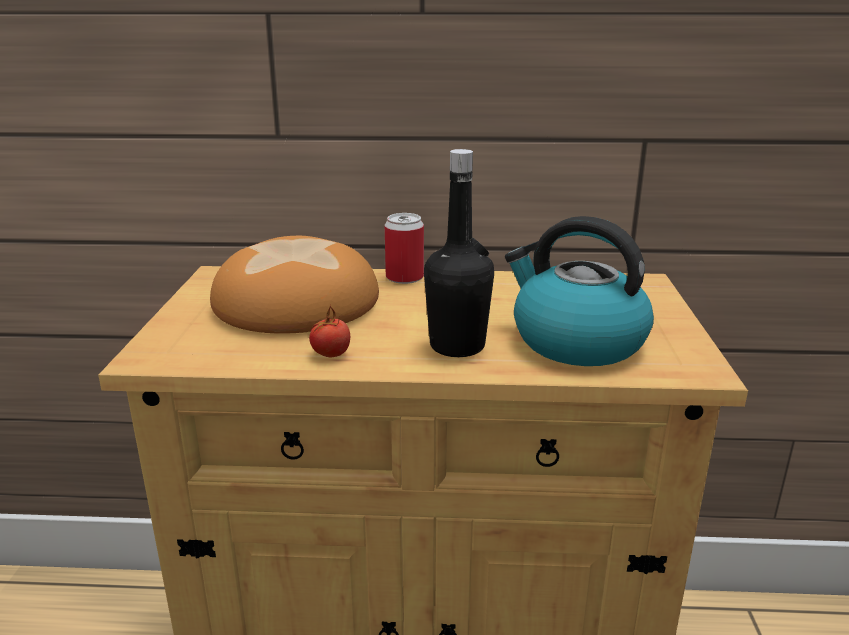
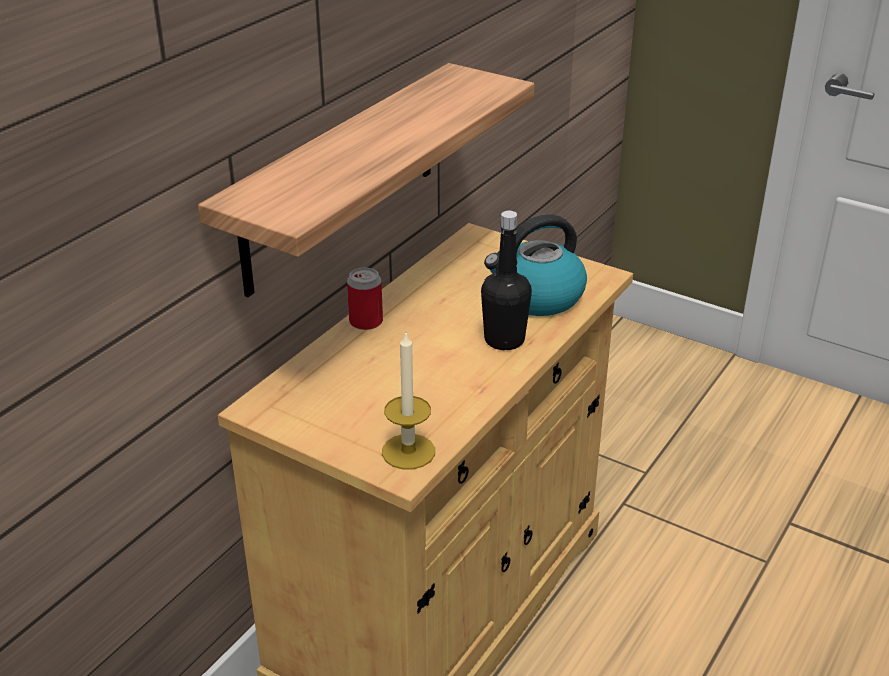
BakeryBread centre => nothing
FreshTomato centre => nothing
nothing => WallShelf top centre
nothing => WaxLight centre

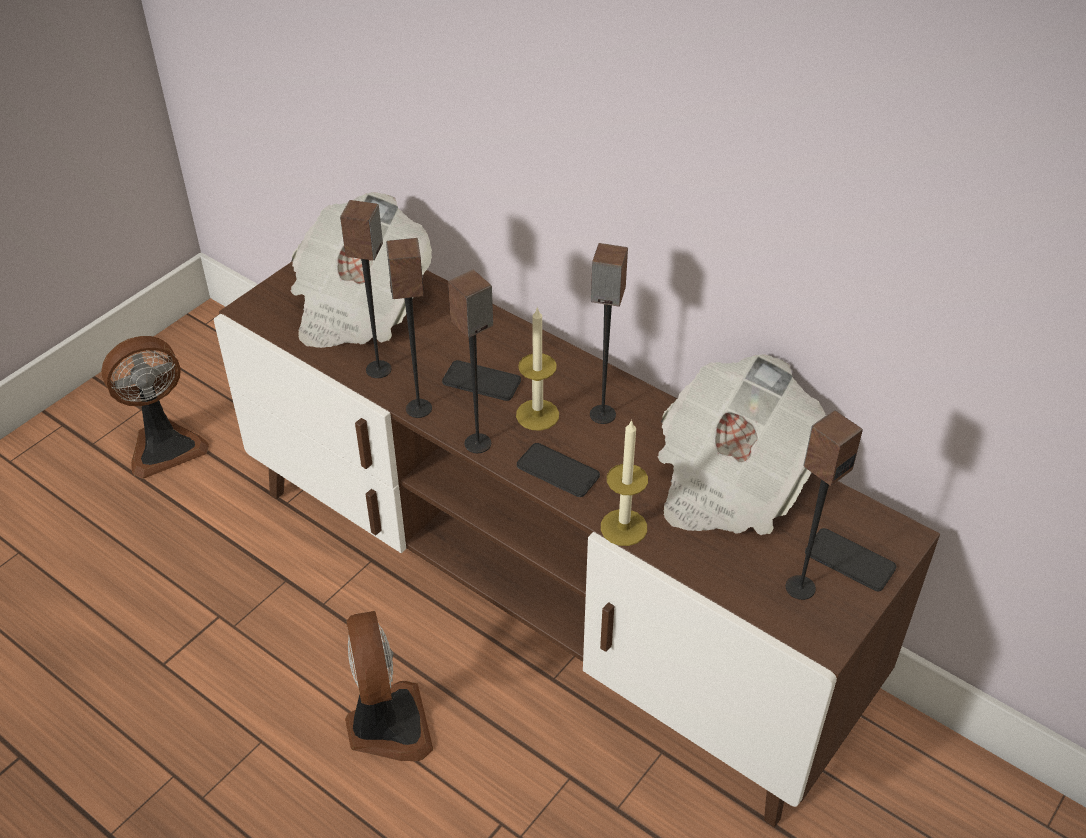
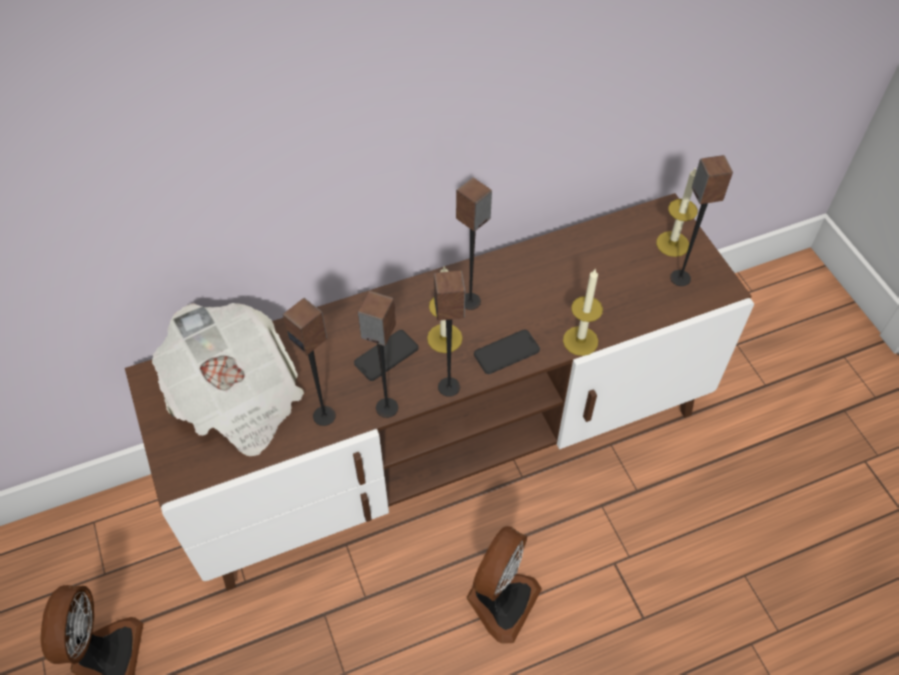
PrintedPaper (2nd from left) middle right => nothing
Phone (3rd from left) bottom right => WaxLight (3rd from left) top right
CoolingFan (2nd from left) bottom centre, 105 degrees clockwise

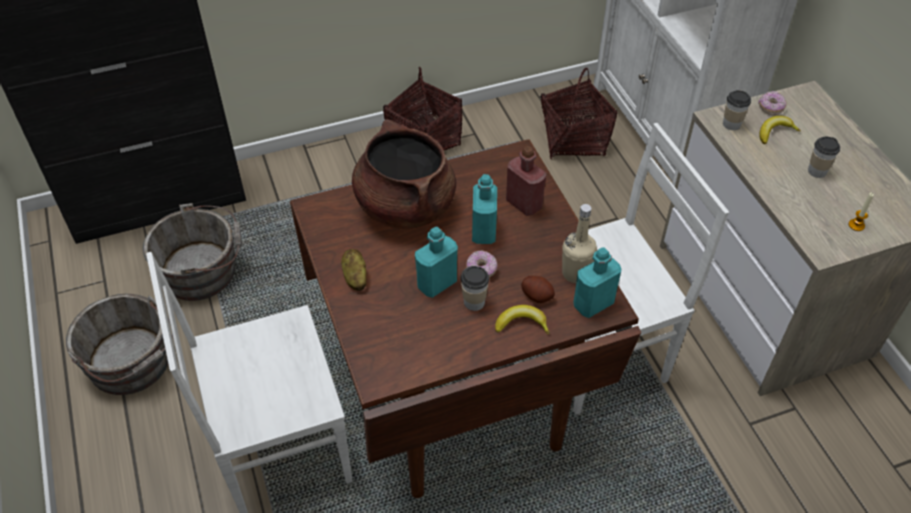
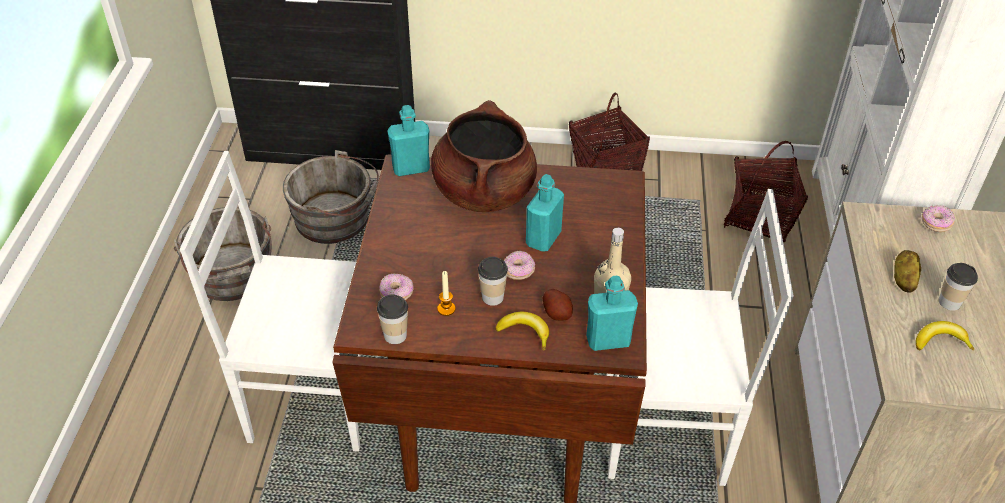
ReddishBeverageBottle centre => nothing
nothing => Donut (1st from left) centre
Spud (1st from left in the first image) centre => Spud (2nd from left) middle right, move
BlueGreenBeverageBottle (1st from left) centre => BlueGreenBeverageBottle (1st from left) top centre, move
Cup (2nd from left in the first image) top right => Cup (1st from left) centre, move
BananaFruit (2nd from left) top right => BananaFruit (2nd from left) bottom right, move
WaxLight middle right => WaxLight centre, move

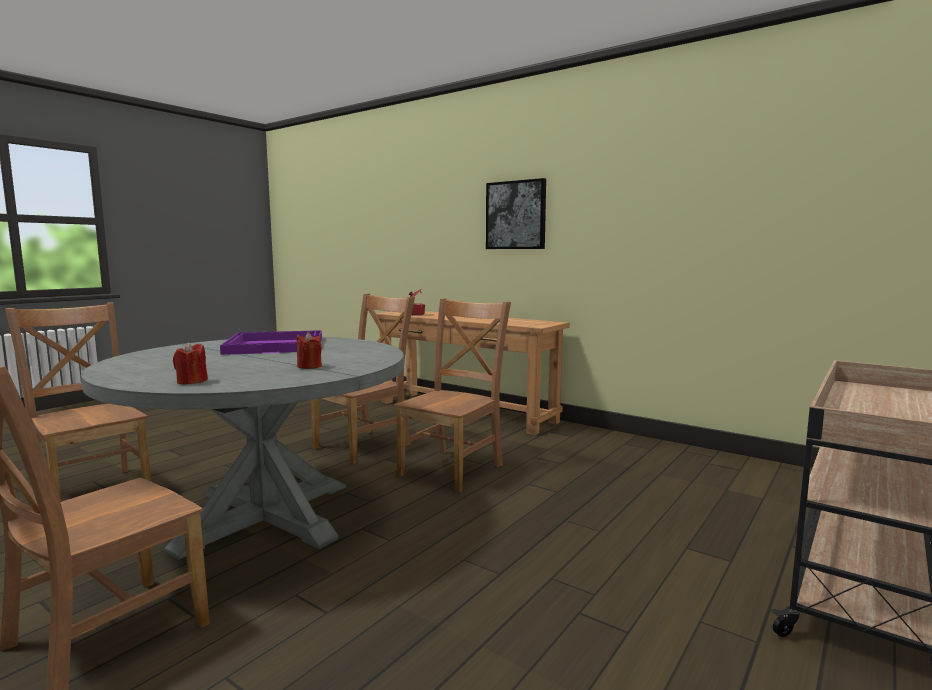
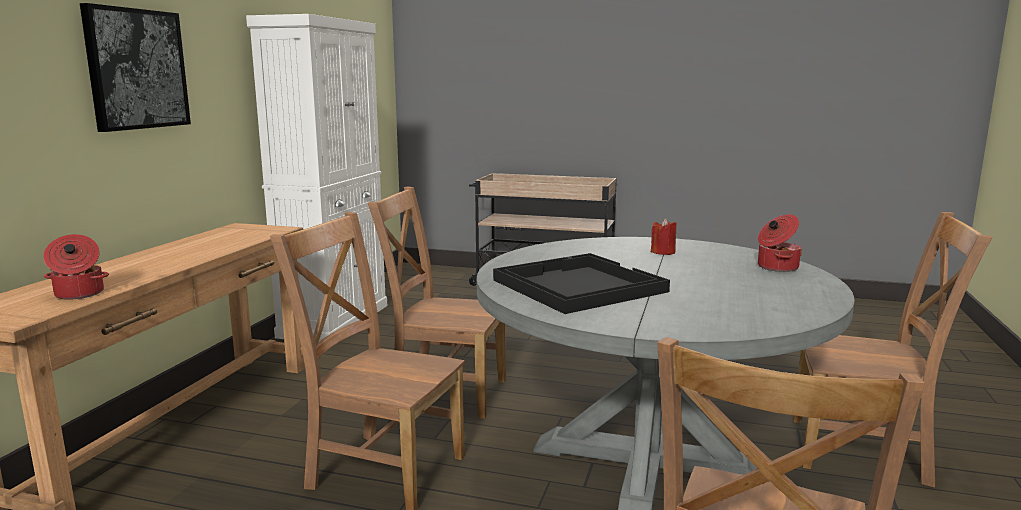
nothing => WhiteColouredCabinet middle left
ReddishWaxLight (1st from left) middle left => Saucepot (2nd from left) middle right
PurpleColouredCarryingTray middle left => BlackishCarryingTray centre

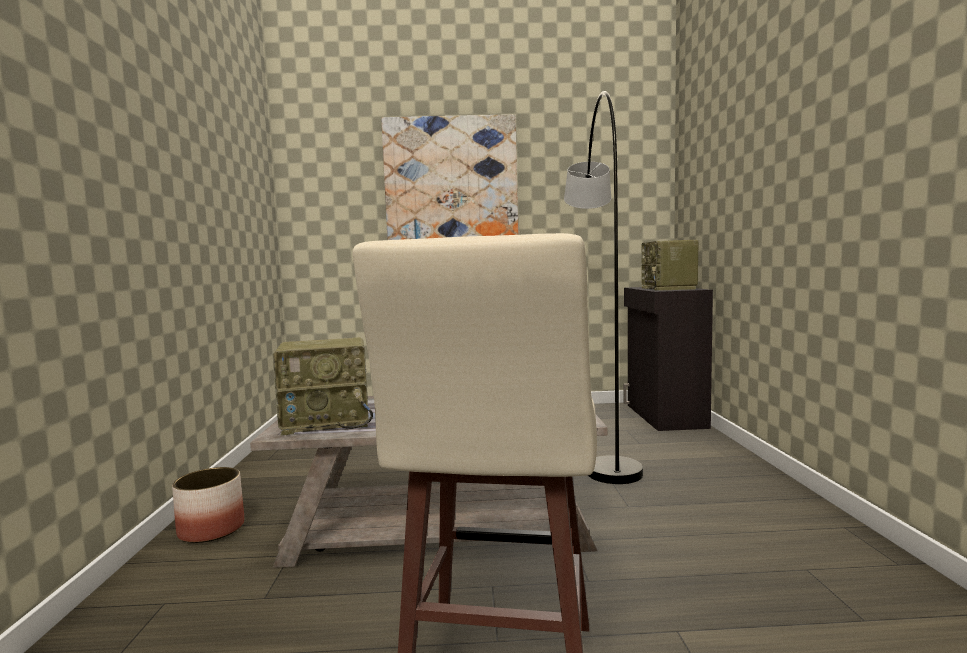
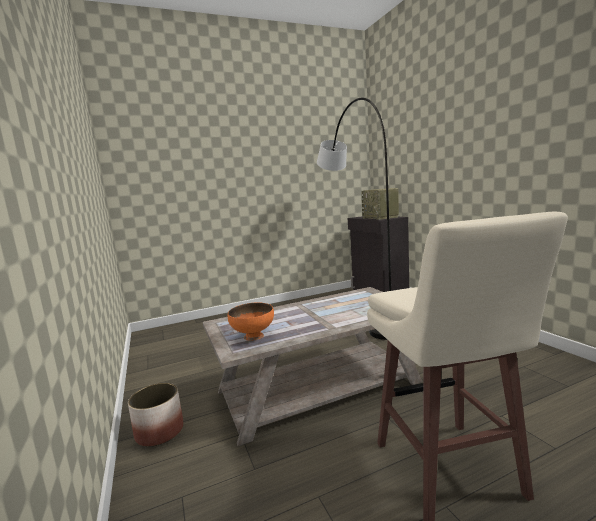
WallPicture top centre => nothing
RadioReceiver (1st from left) centre => OrangeyBowl centre

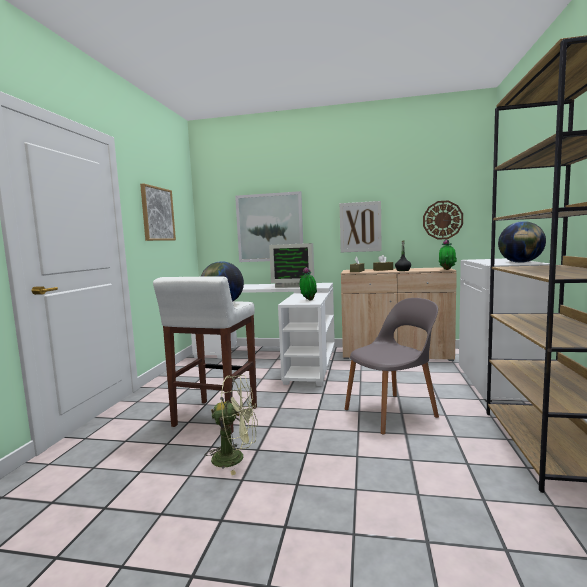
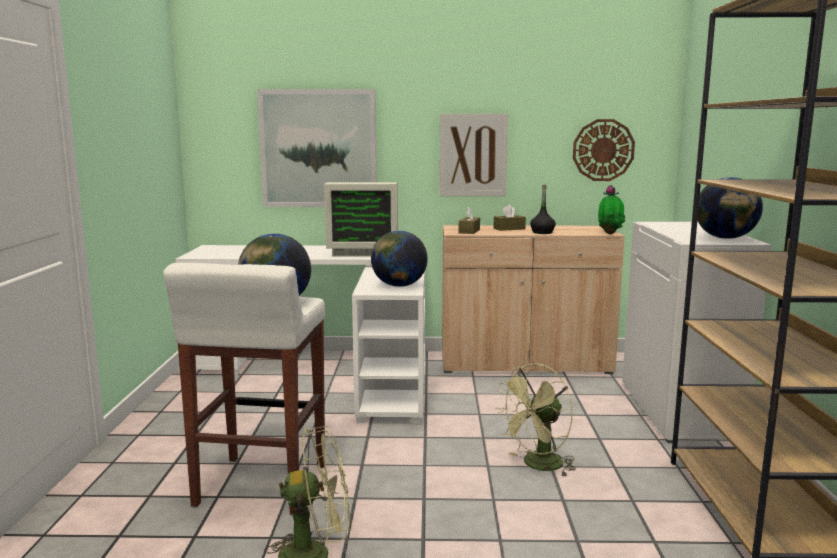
WallPicture (1st from left) middle left => nothing
PlantInAPot (1st from left) centre => Globe (2nd from left) centre
GreyChair middle right => GreenCoolingFan (2nd from left) bottom centre

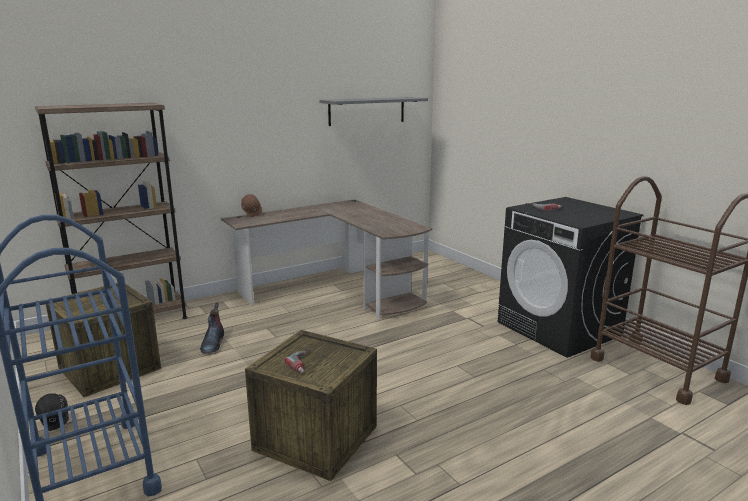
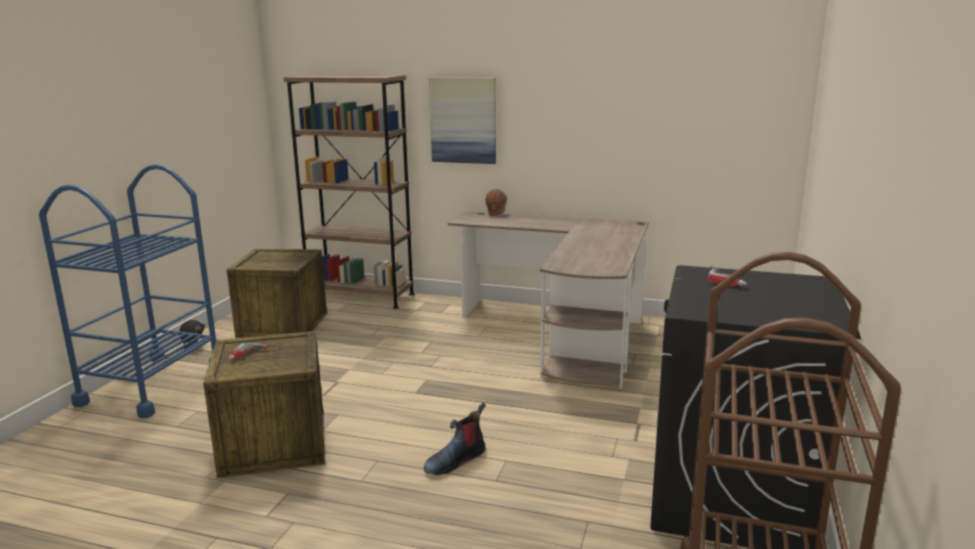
GreyWallShelf top centre => nothing
nothing => WallPicture top centre
Boot middle left => Boot bottom centre, move

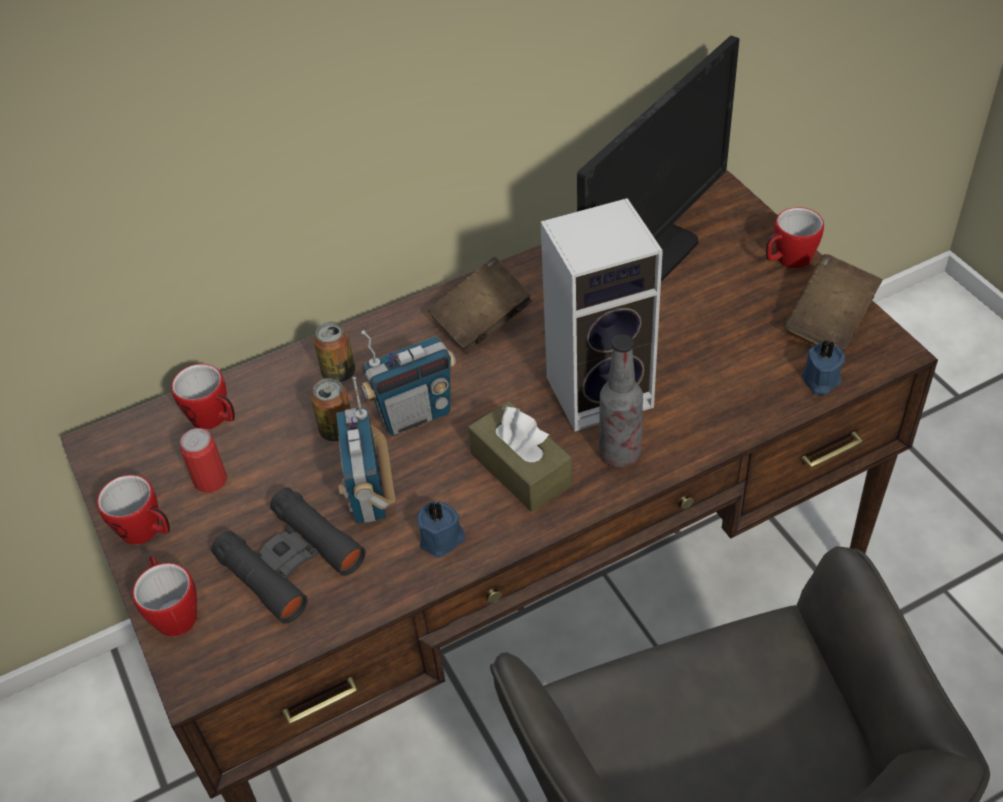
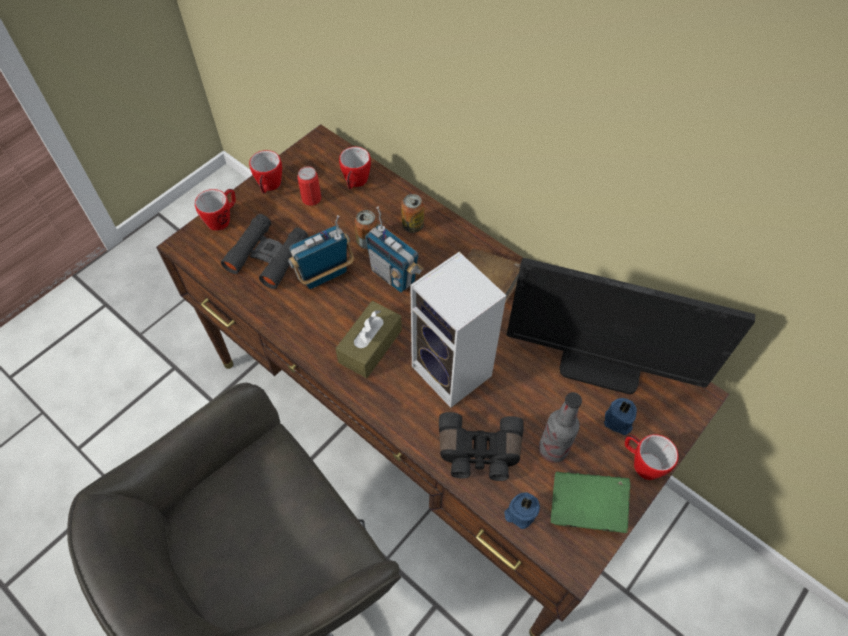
nothing => BlackishFieldGlasses (2nd from left) bottom centre
BlueColouredWaxLight (1st from left in the first image) centre => BlueColouredWaxLight (2nd from left) middle right, move
BeverageBottle centre => BeverageBottle bottom centre, move
BrownColouredVolume (2nd from left) middle right => GreenVolume bottom right

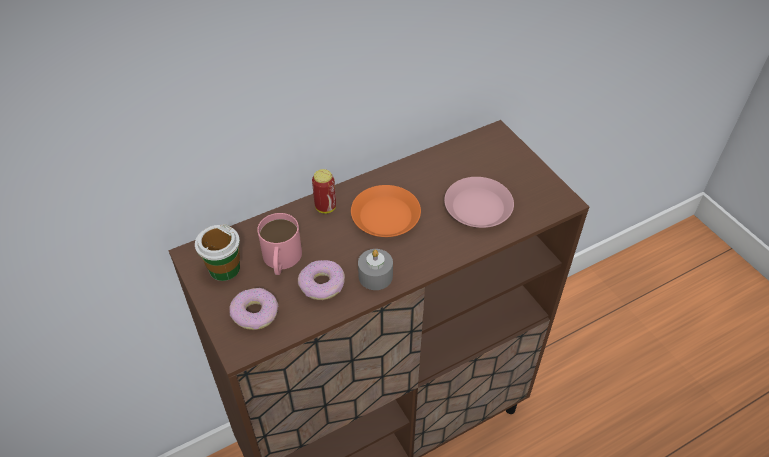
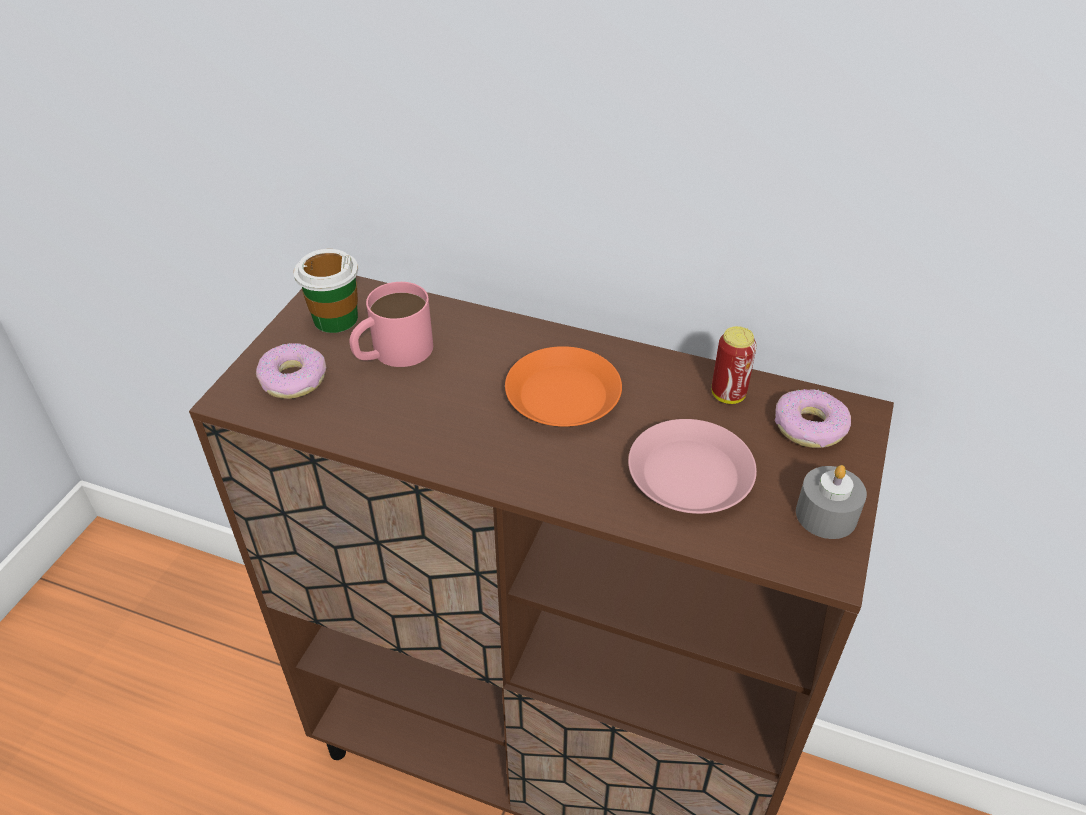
Donut (2nd from left) centre => Donut (2nd from left) middle right, move
MetalCan centre => MetalCan middle right, move
GreyWaxLight centre => GreyWaxLight middle right, move

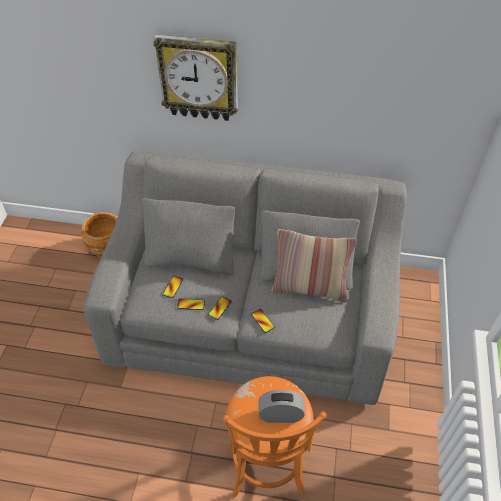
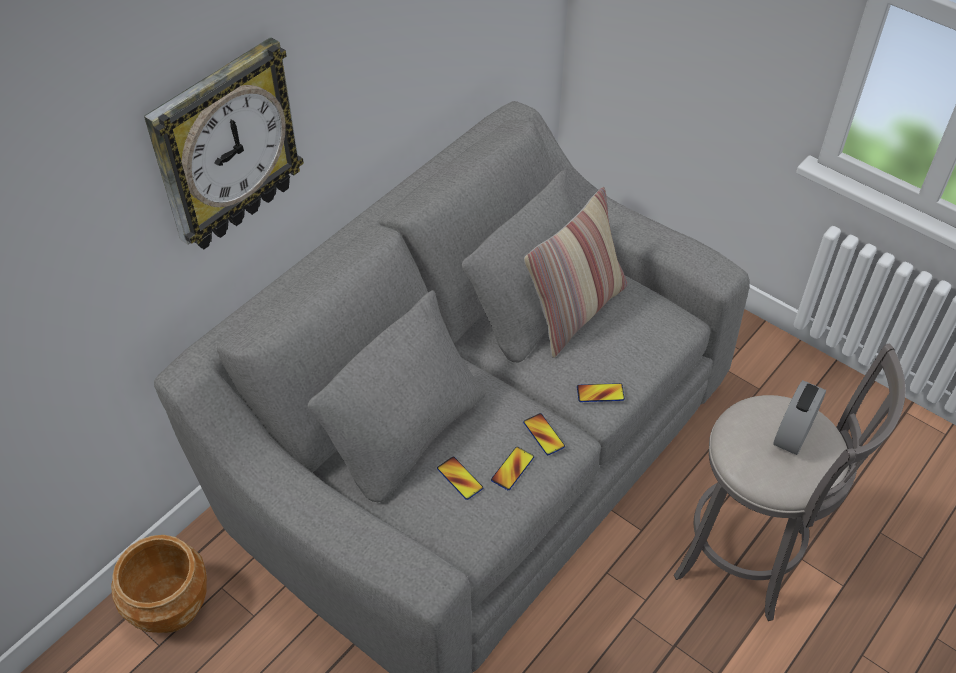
OrangeyStool bottom centre => GreyStool bottom right

